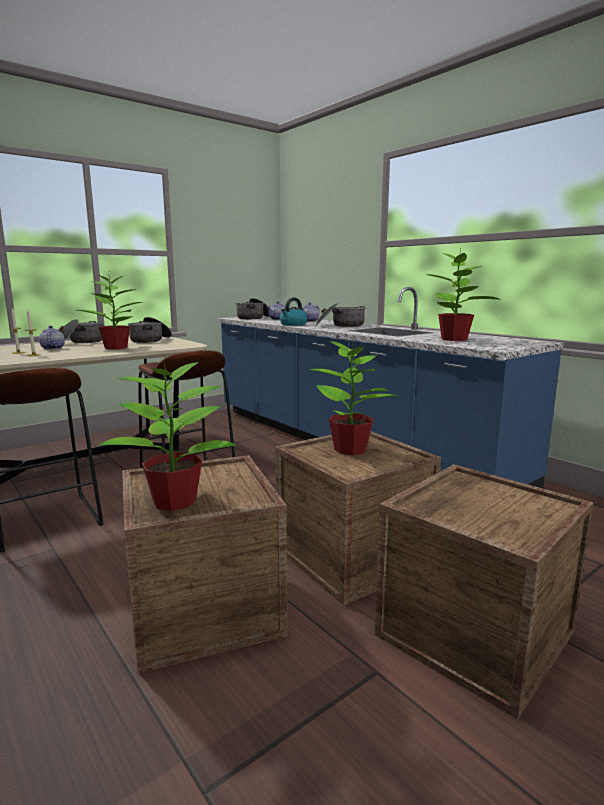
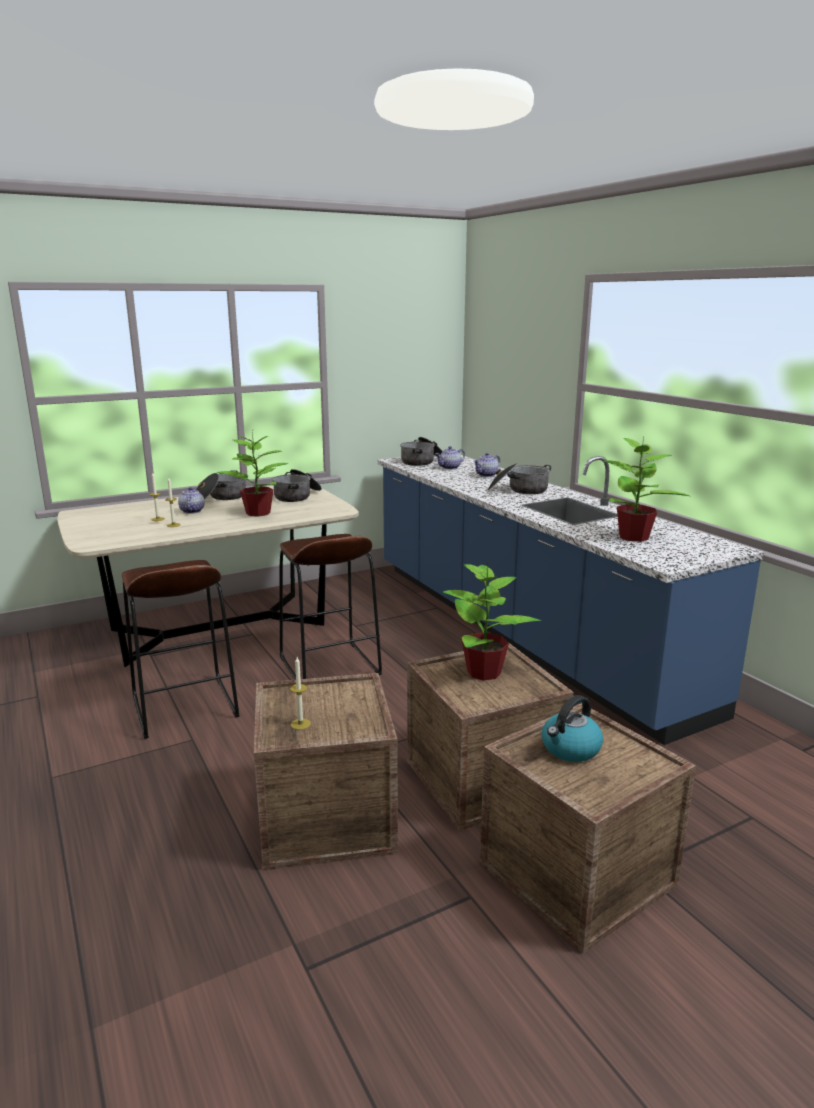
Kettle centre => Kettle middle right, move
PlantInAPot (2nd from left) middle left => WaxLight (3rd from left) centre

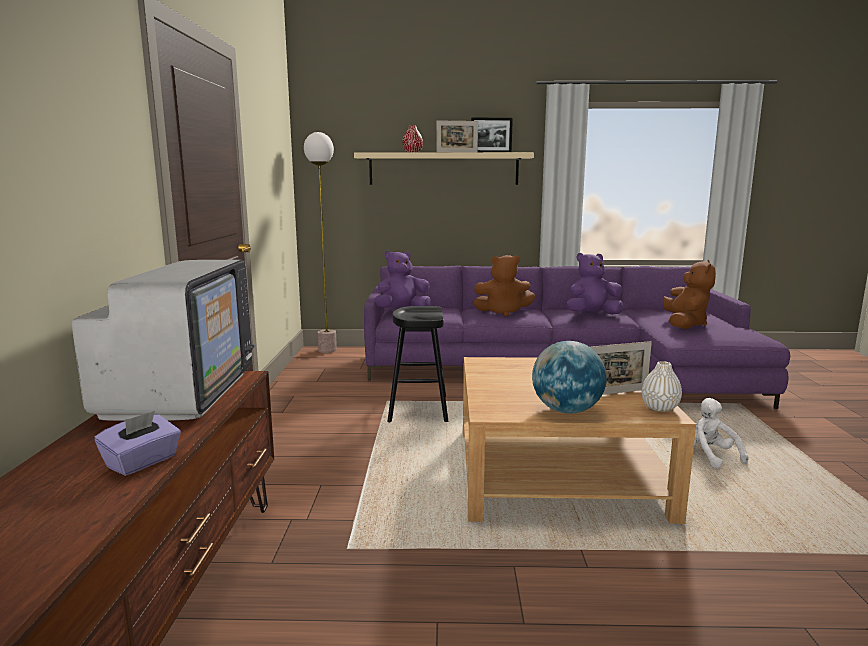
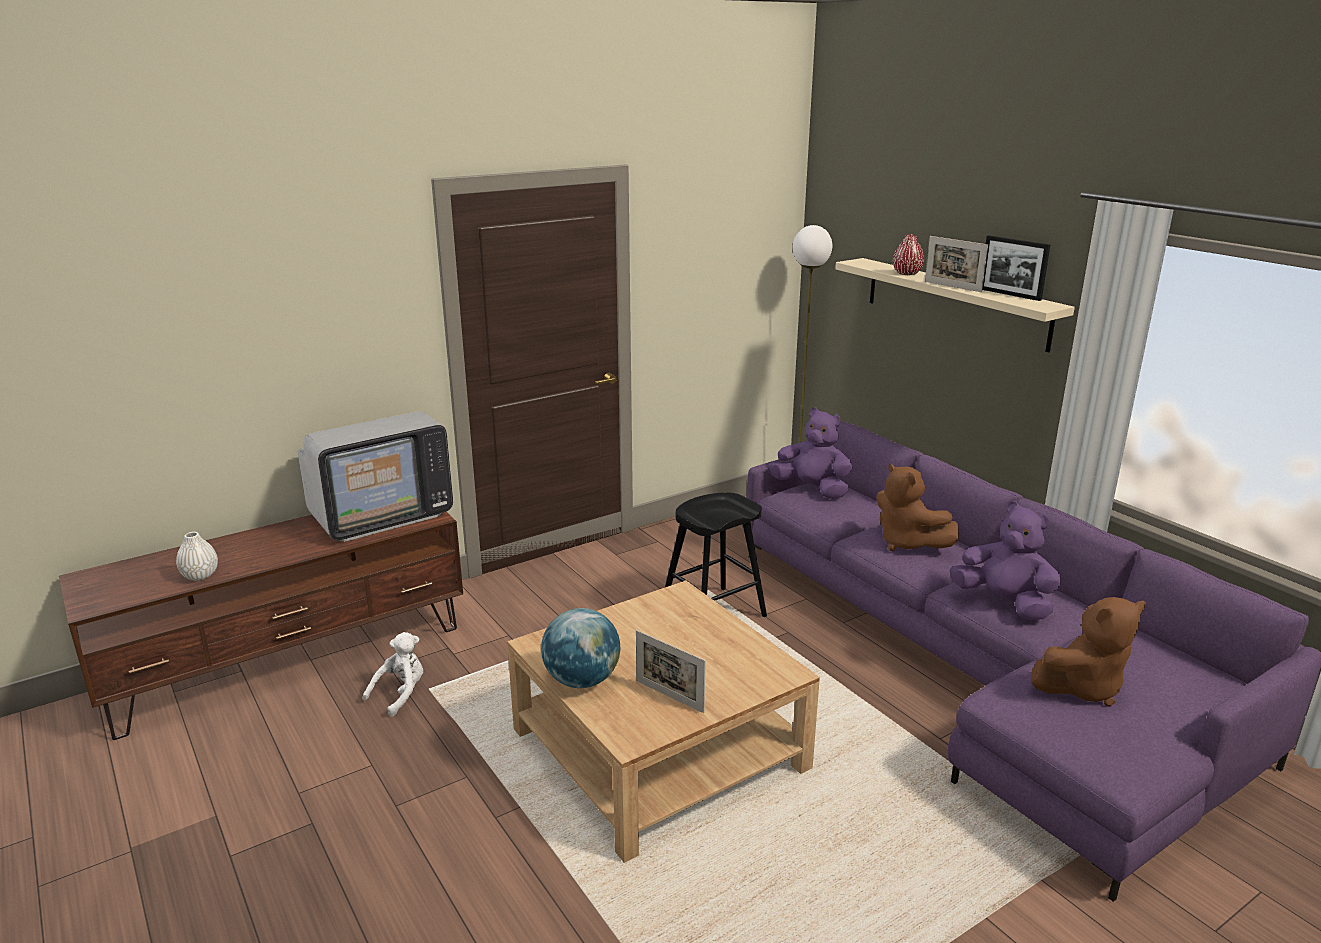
PurpleColouredBoxOfTissues bottom left => nothing
WhiteColouredVase middle right => WhiteColouredVase middle left, move
WhiteColouredSoftToy bottom right => WhiteColouredSoftToy bottom left, move

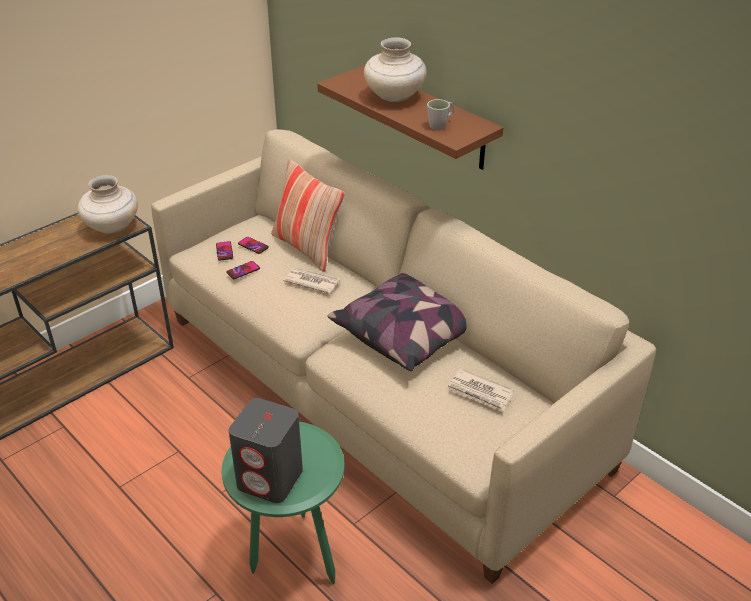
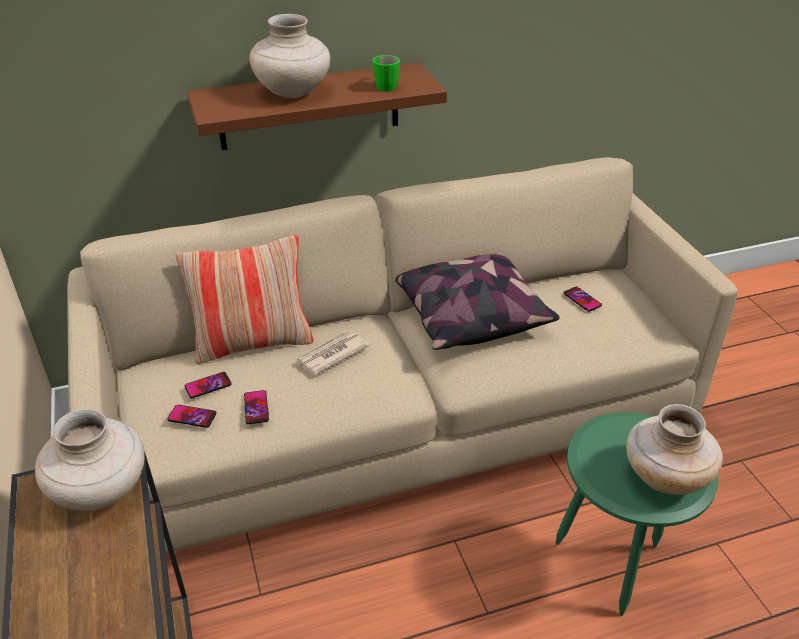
GreyAudioSpeaker bottom centre => BeigeVase (3rd from left) bottom right
PrintedPaper (2nd from left) centre => Phone (4th from left) middle right
GreyMug top centre => GreenMug top centre

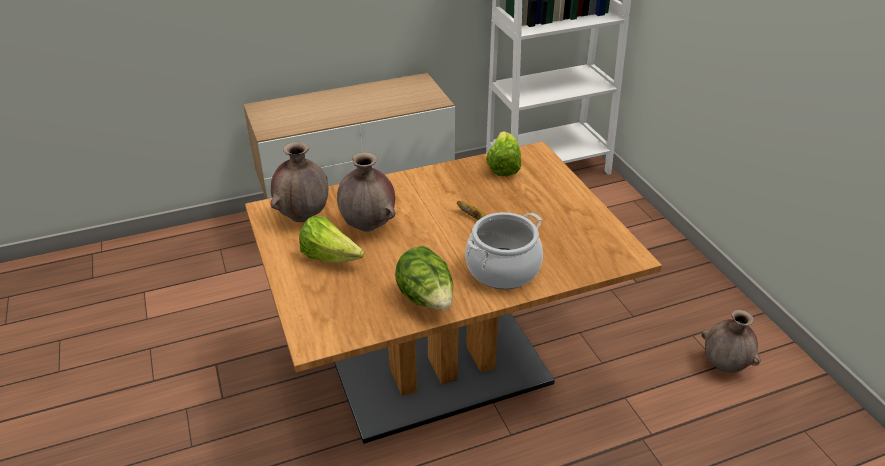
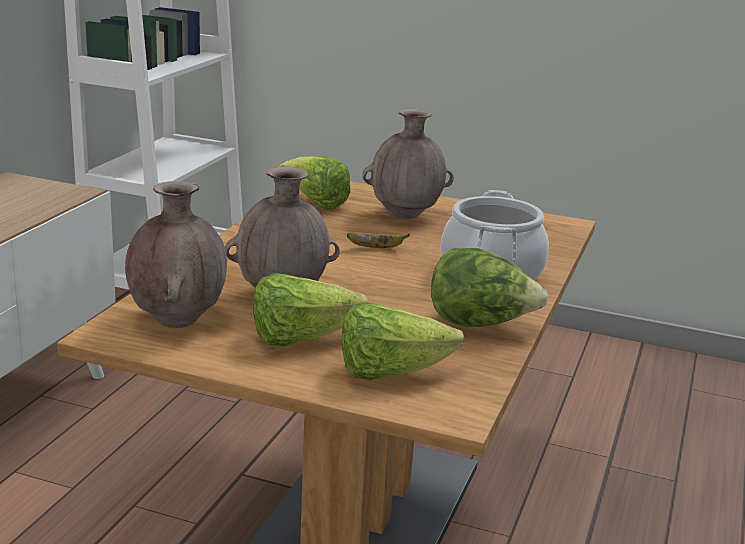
nothing => LettuceHead (3rd from left) centre
BrownColouredVase (3rd from left) bottom right => BrownColouredVase (3rd from left) top centre, move

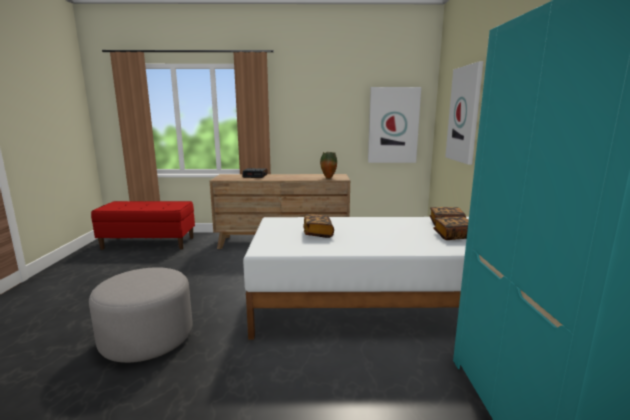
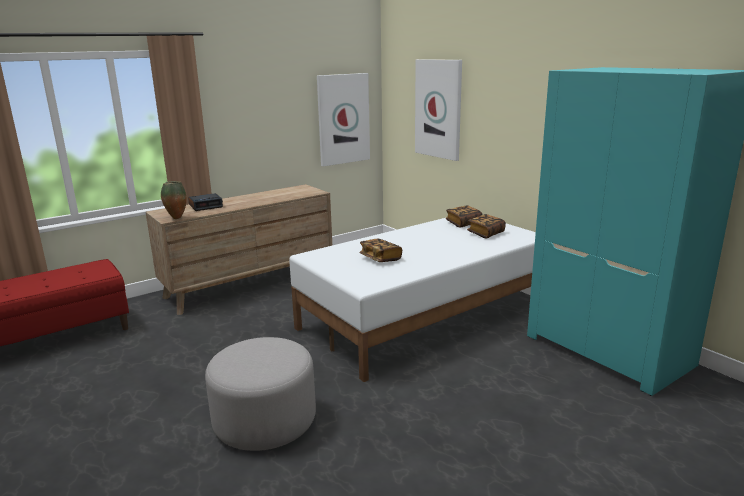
Vase centre => Vase middle left, move

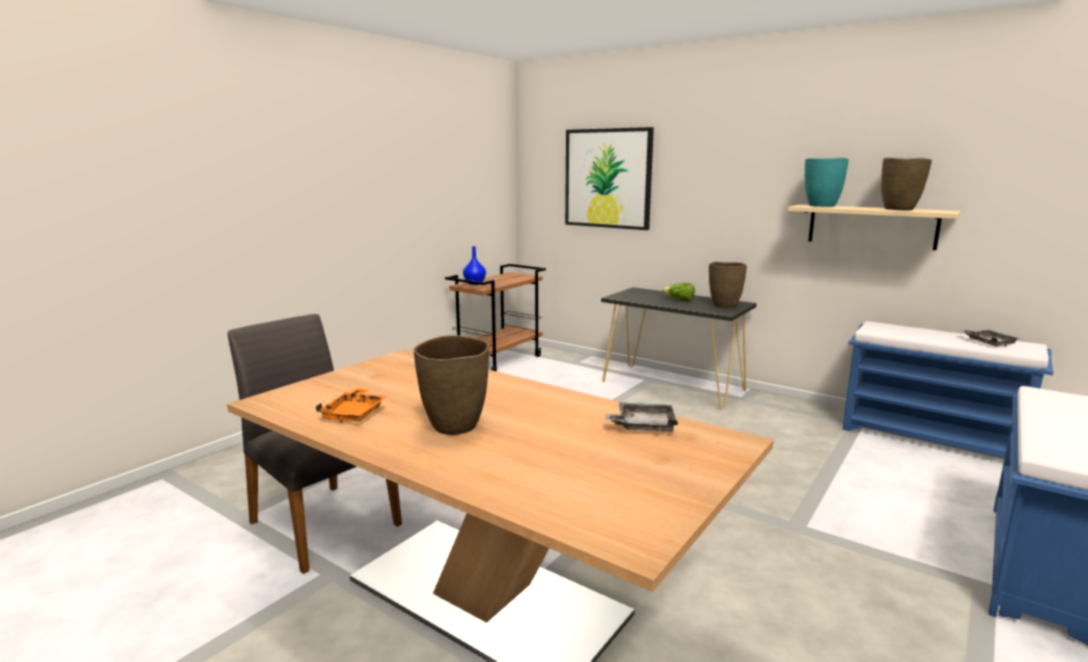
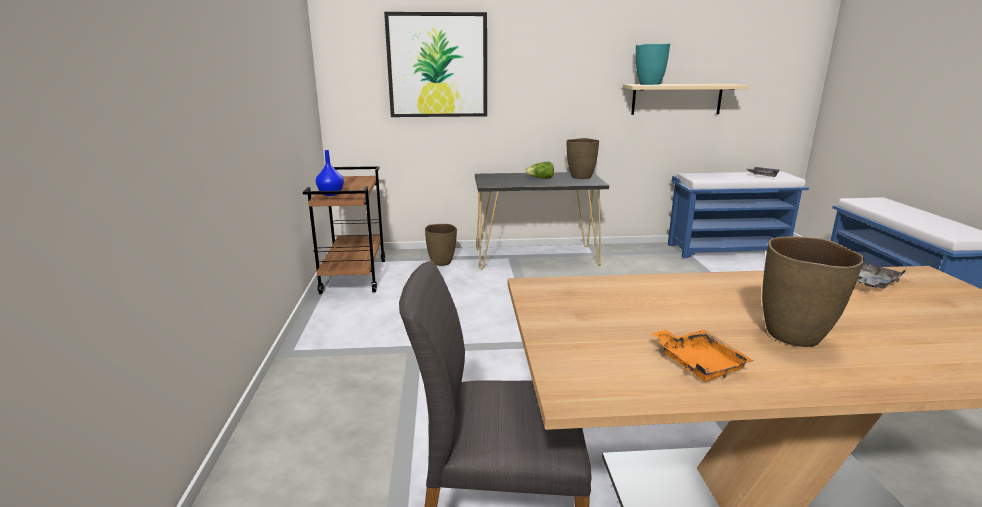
BrownColouredVase (3rd from left in the first image) top right => BrownColouredVase (1st from left) centre, move

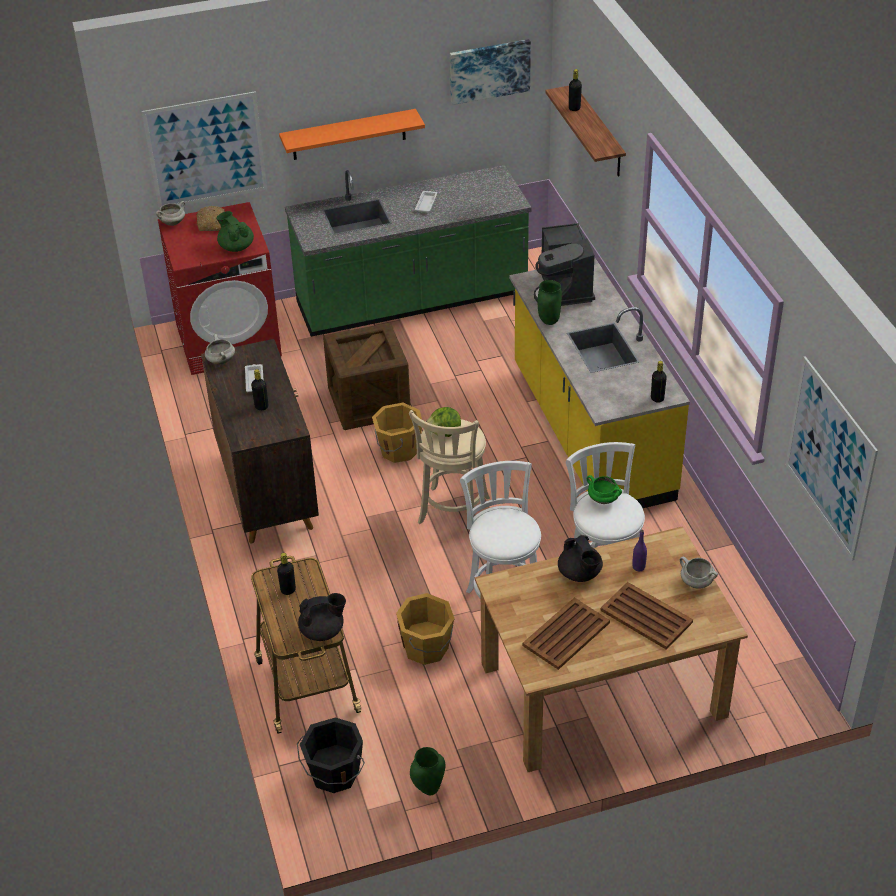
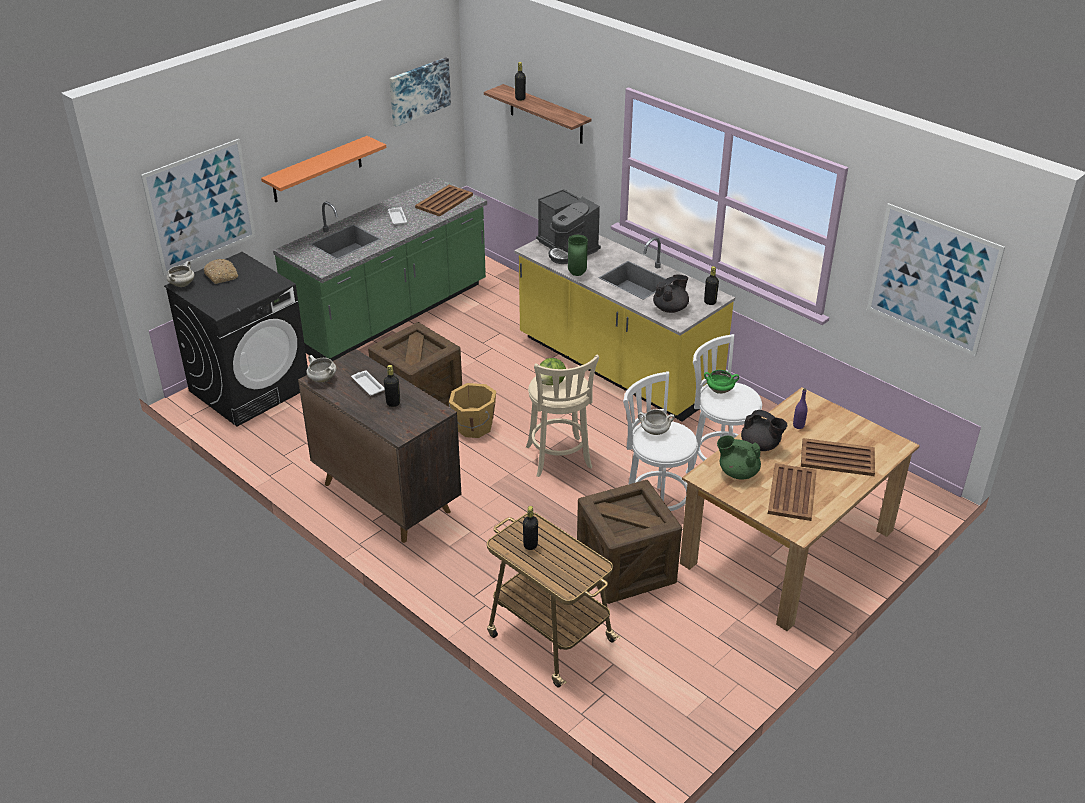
BlackishWaterBucket bottom centre => nothing
GreenVase (1st from left) bottom centre => nothing
nothing => BrownColouredCarryingTray (1st from left) top centre
GreenTeapot top left => GreenTeapot middle right, move
BlackishTeapot (1st from left) bottom centre => BlackishTeapot (1st from left) centre, move
WhiteColouredSaucepot (3rd from left) middle right => WhiteColouredSaucepot (3rd from left) centre, move
OrangeyWaterBucket (2nd from left) bottom centre => ShippingCrate (2nd from left) bottom centre
ReddishLaundryMachine top left => BlackishLaundryMachine middle left

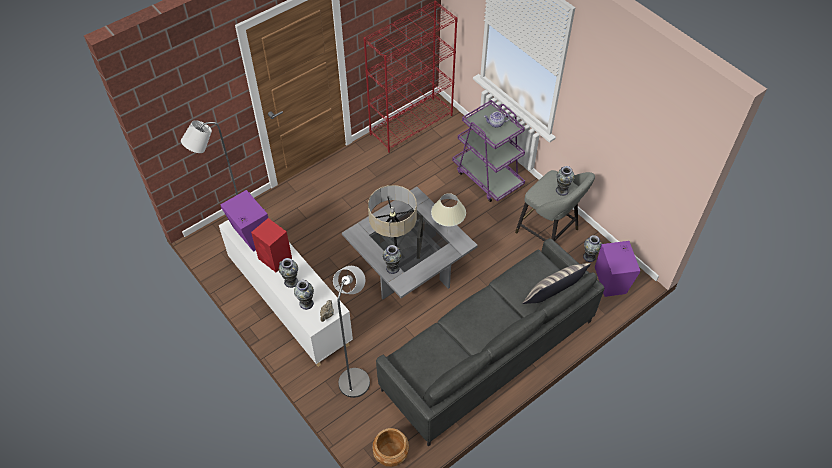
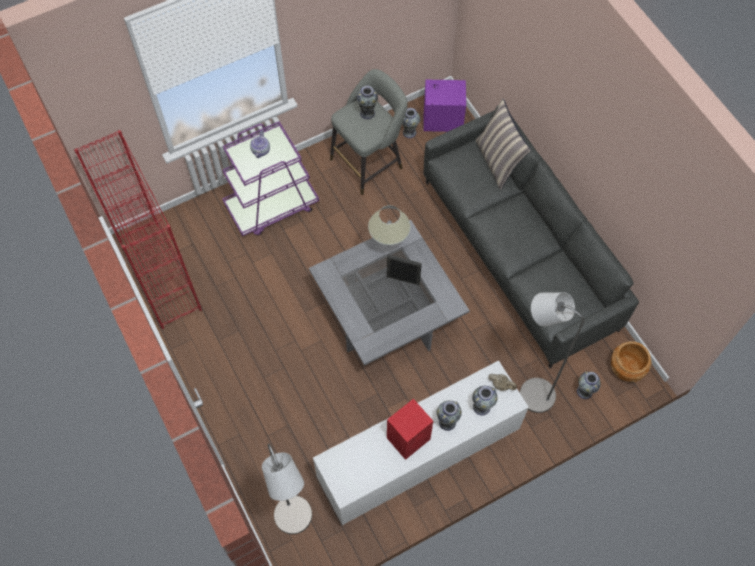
PurpleColouredAudioSpeaker (1st from left) middle left => nothing
BeigeLampForATable (1st from left) centre => nothing
Vase (3rd from left in the first image) centre => Vase (5th from left) bottom right, move

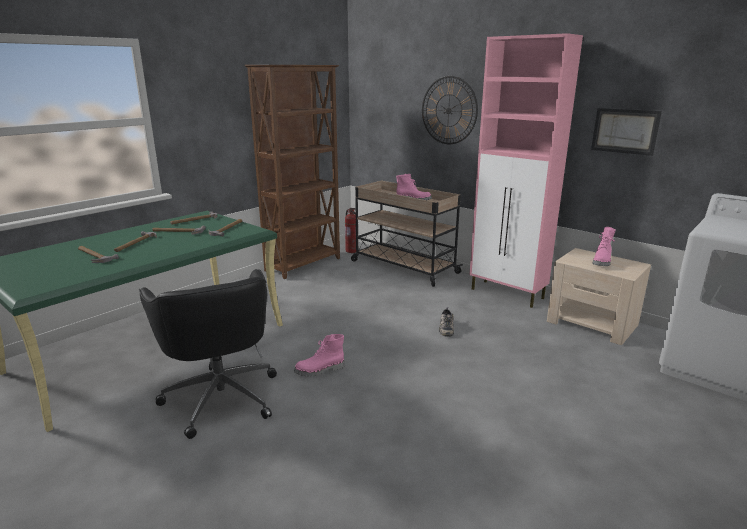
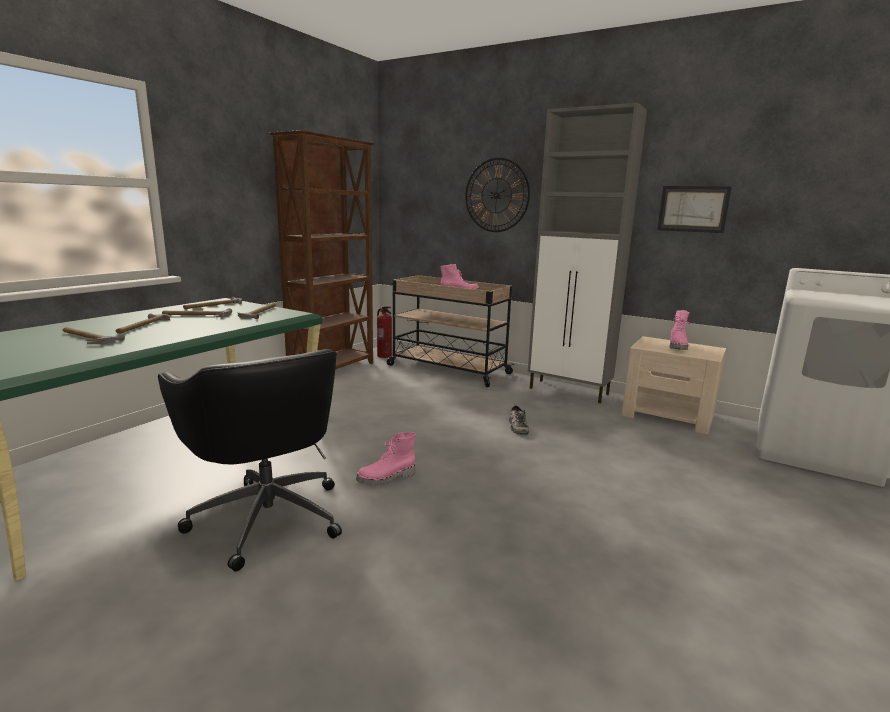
PinkColouredCabinet top right => GreyCabinet centre

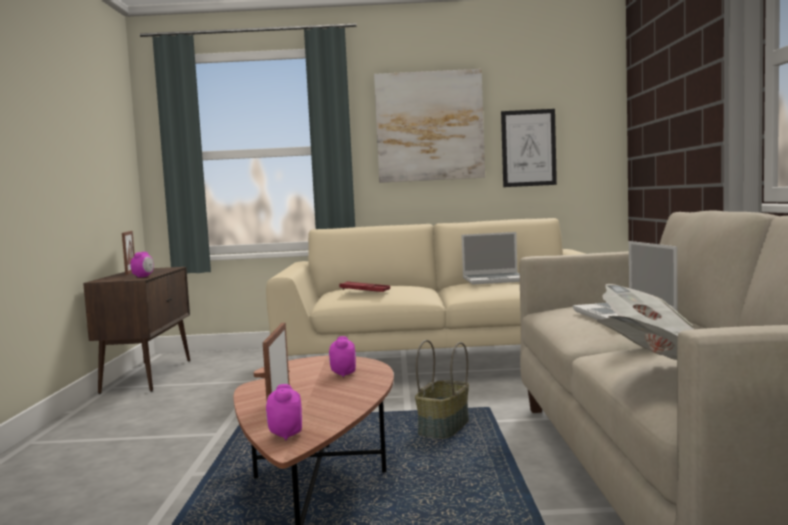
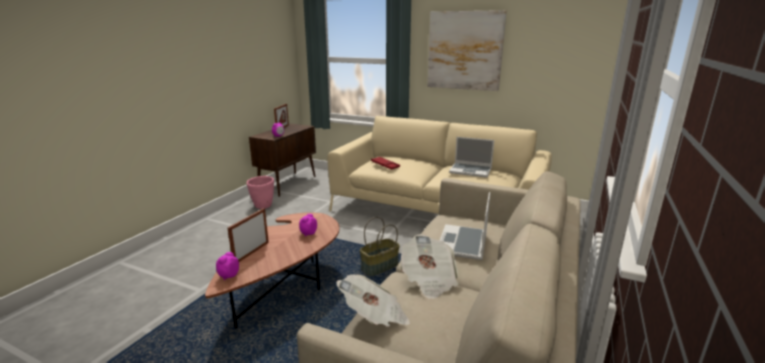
WallPicture (2nd from left) top right => nothing
nothing => PinkColouredPlantPot centre

